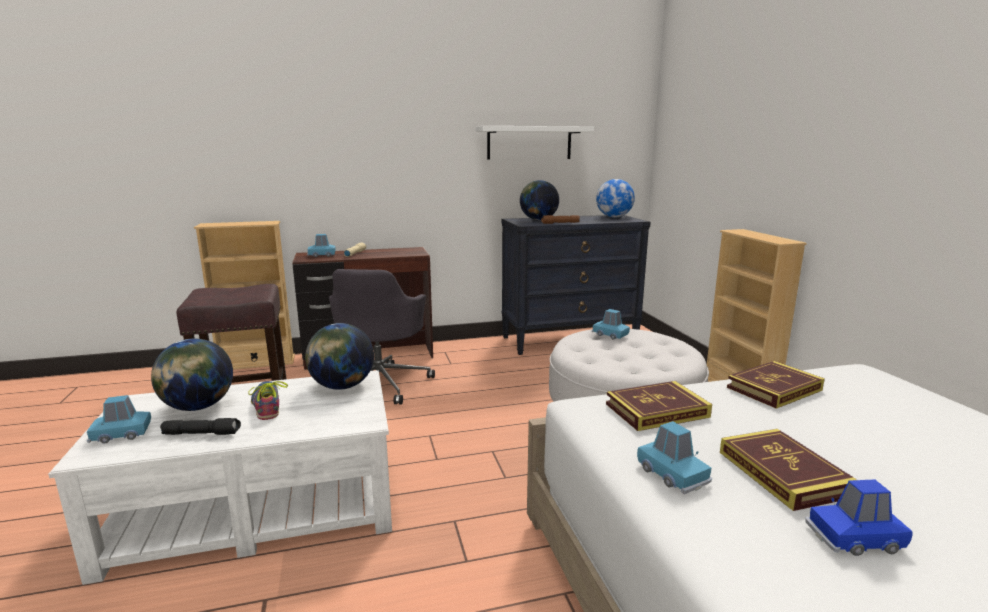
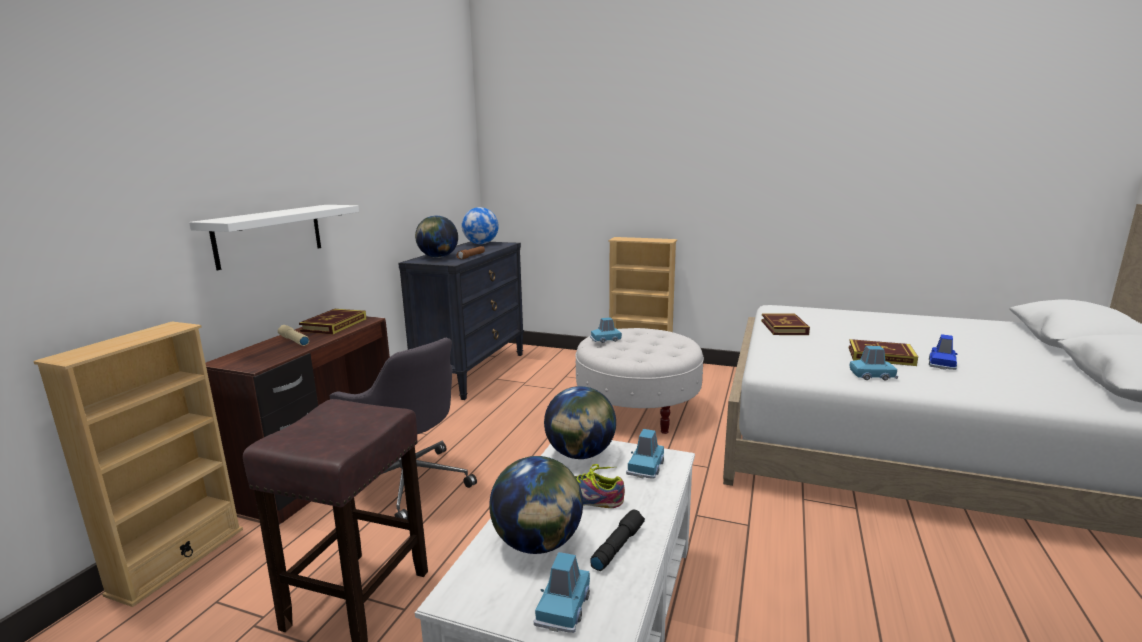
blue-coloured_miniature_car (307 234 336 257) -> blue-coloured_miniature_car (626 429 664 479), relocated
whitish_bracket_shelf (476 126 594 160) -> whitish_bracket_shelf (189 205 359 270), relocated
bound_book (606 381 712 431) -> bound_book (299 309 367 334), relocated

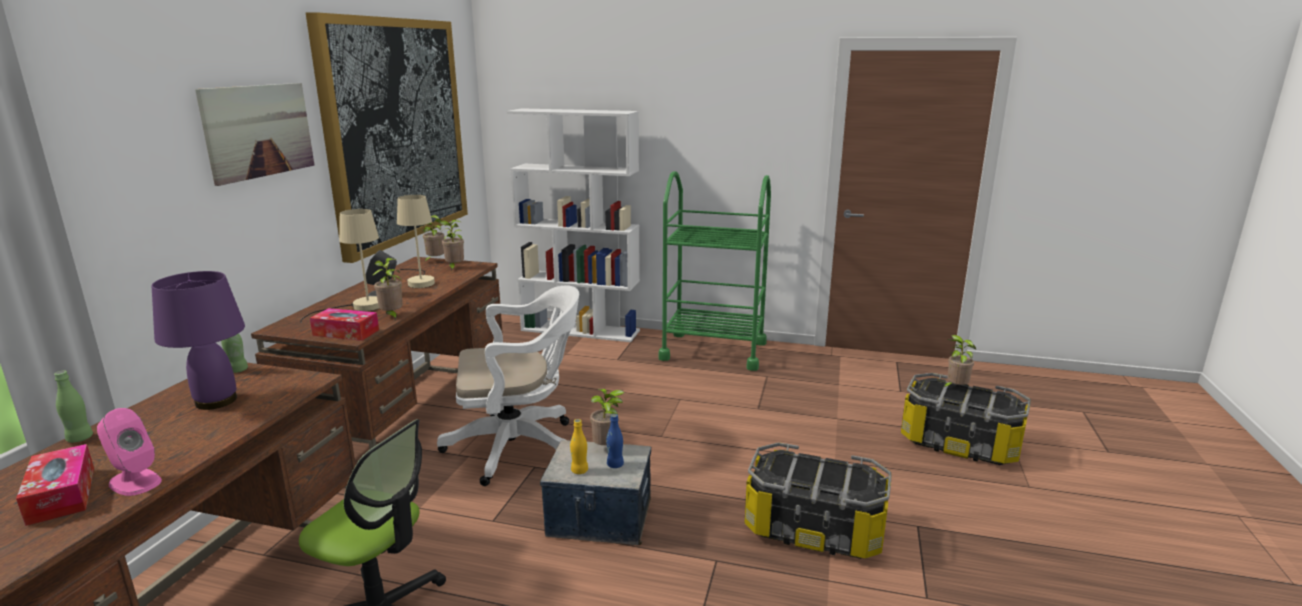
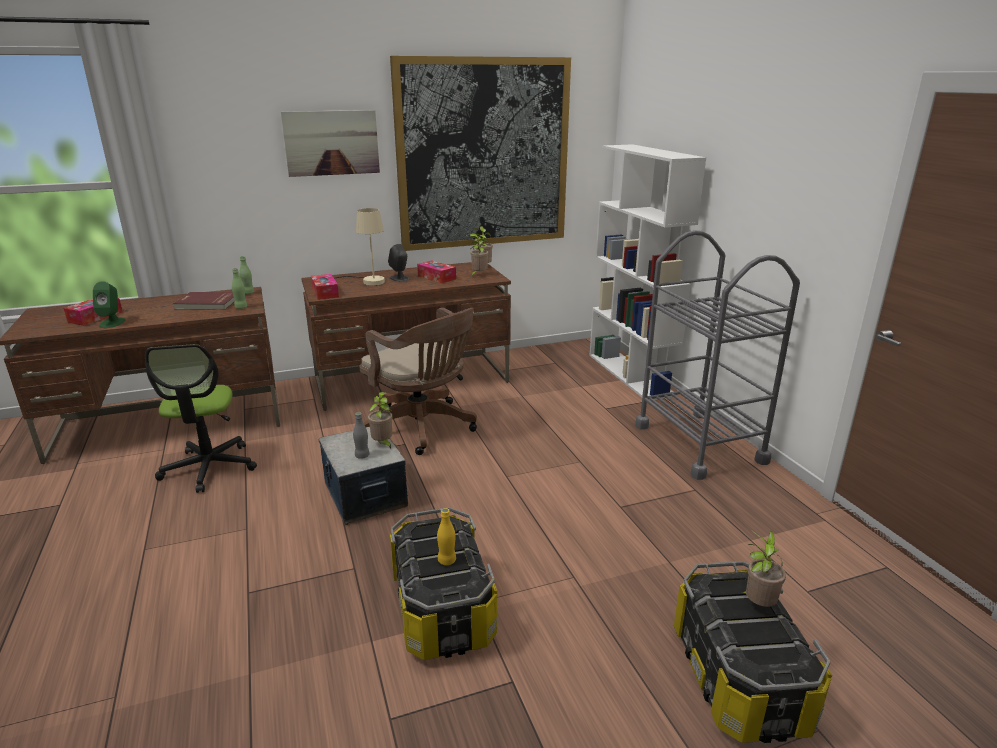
green_bottle (54 371 93 443) -> green_bottle (232 268 248 309), relocated
pinkish_loudspeaker (97 408 162 496) -> green_loudspeaker (93 281 125 328)
purple-coloured_table_lamp (152 271 245 410) -> red-coloured_bound_book (173 292 235 310)
plant_in_a_pot (372 258 403 320) -> none
sand-coloured_table_lamp (397 195 435 288) -> tissue_holder (417 261 456 283)
whitish_desk_chair (437 285 579 486) -> brown_desk_chair (359 308 477 455)
yellowish_bottle (570 419 588 474) -> yellowish_bottle (437 508 456 565), relocated
blue-coloured_bottle (606 414 624 468) -> greyish_bottle (353 412 370 459)
green_wheeled_cart (659 171 771 371) -> greyish_wheeled_cart (635 230 800 480)

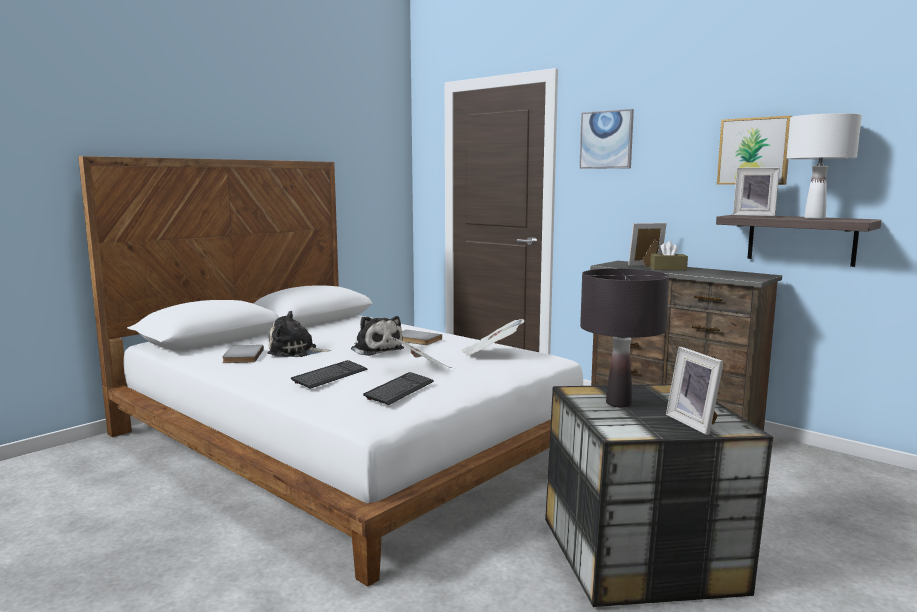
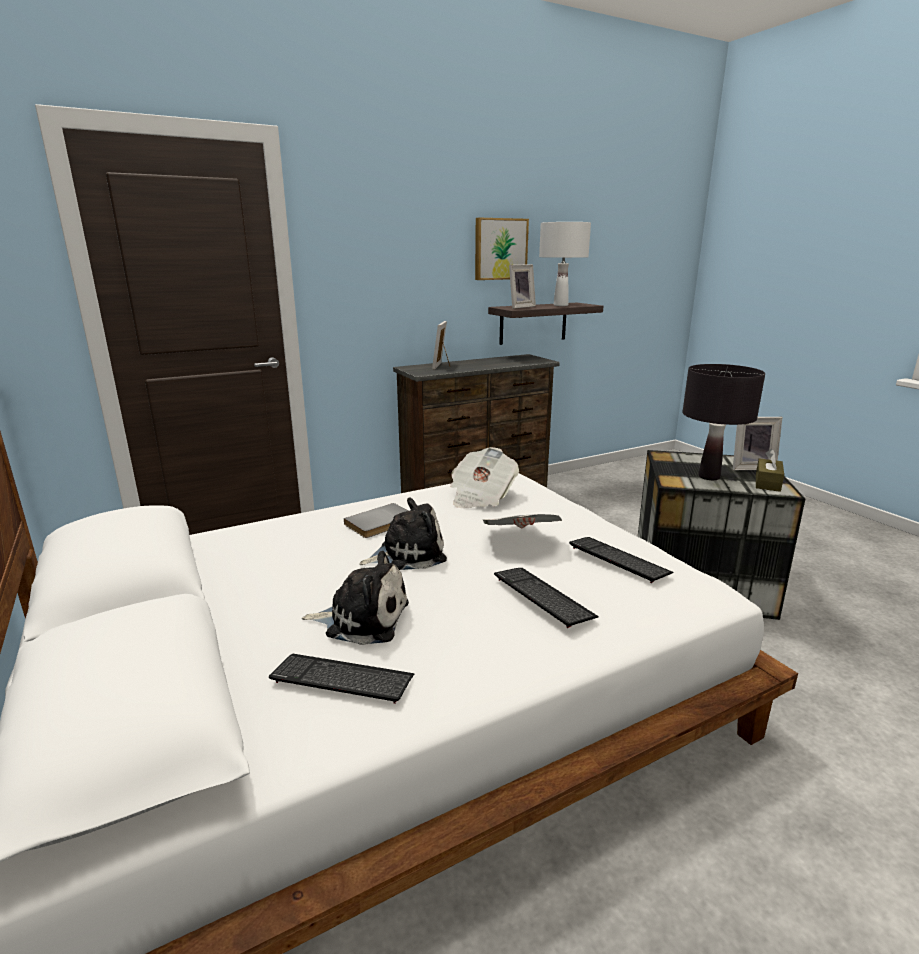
greyish_bound_book (222 345 264 363) -> PC_keyboard (269 654 415 704)
plush_toy (268 311 331 357) -> plush_toy (302 551 409 645), 105 degrees counterclockwise
wall_picture (579 109 634 169) -> none
brown_tissue_holder (650 241 688 270) -> brown_tissue_holder (756 449 784 492), relocated

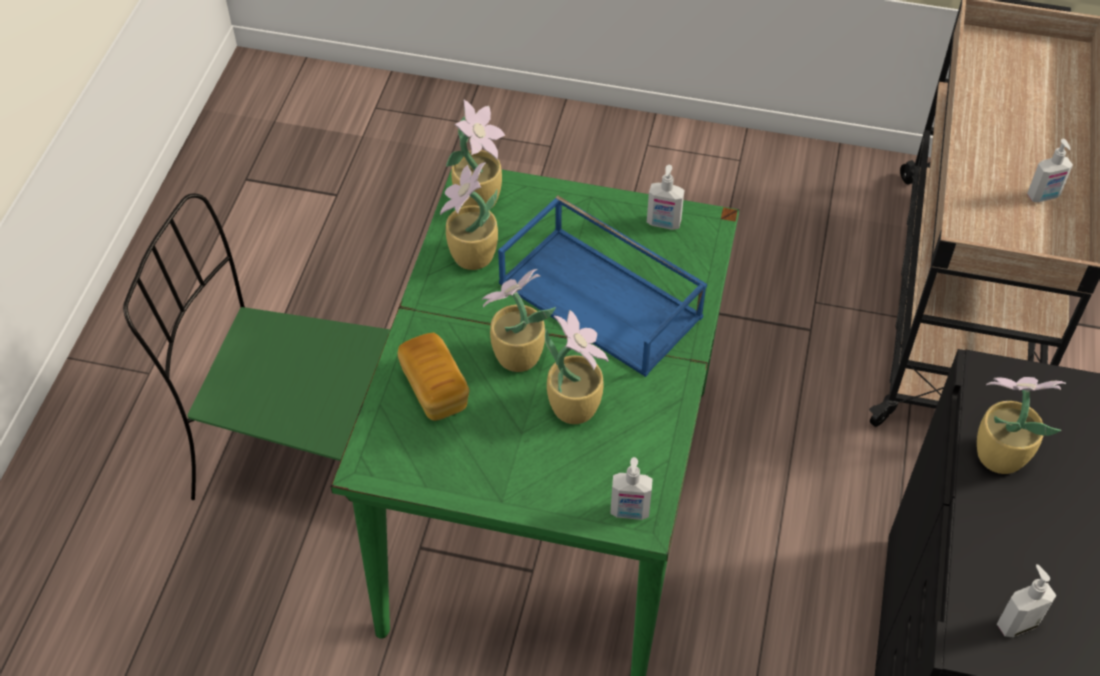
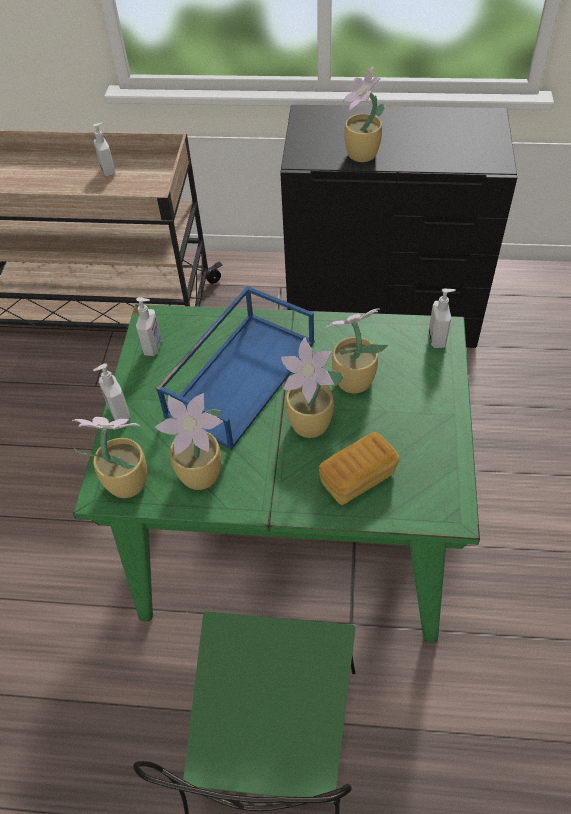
soap_dispenser (997 564 1056 637) -> soap_dispenser (93 363 130 420), relocated

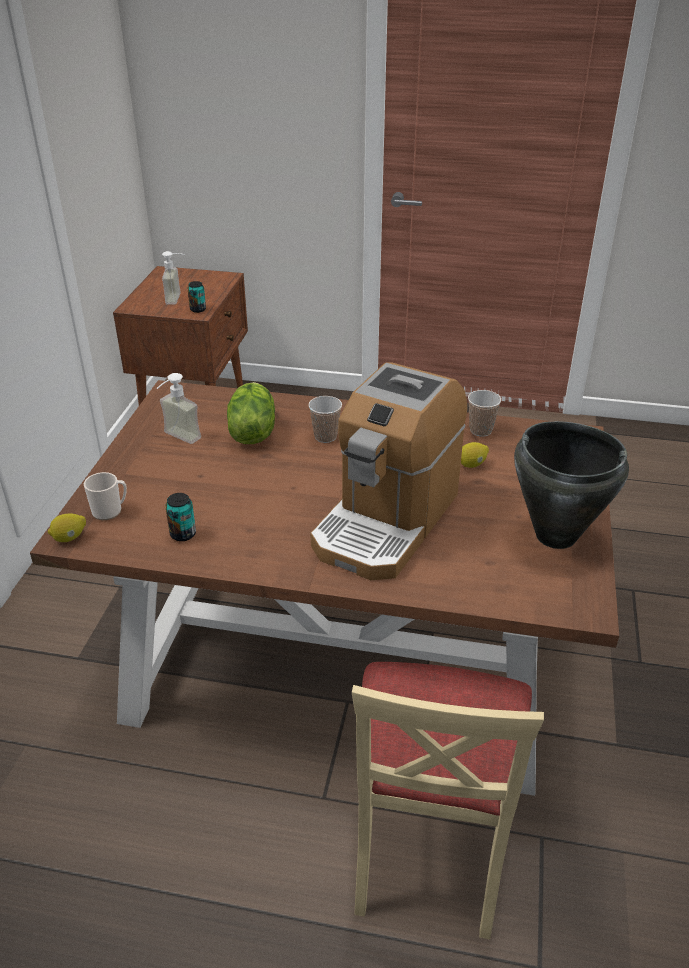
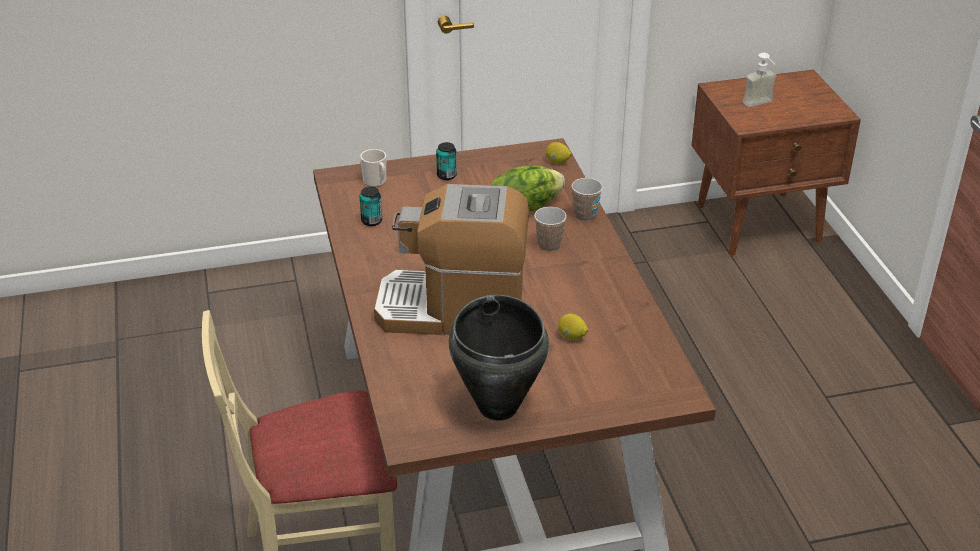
citrus_fruit (48 513 86 542) -> citrus_fruit (546 142 571 163), relocated
soap_dispenser (157 373 201 444) -> none
sealed_can (188 281 206 313) -> sealed_can (436 142 457 180), relocated
small_cup (468 390 501 437) -> small_cup (572 178 603 222), relocated

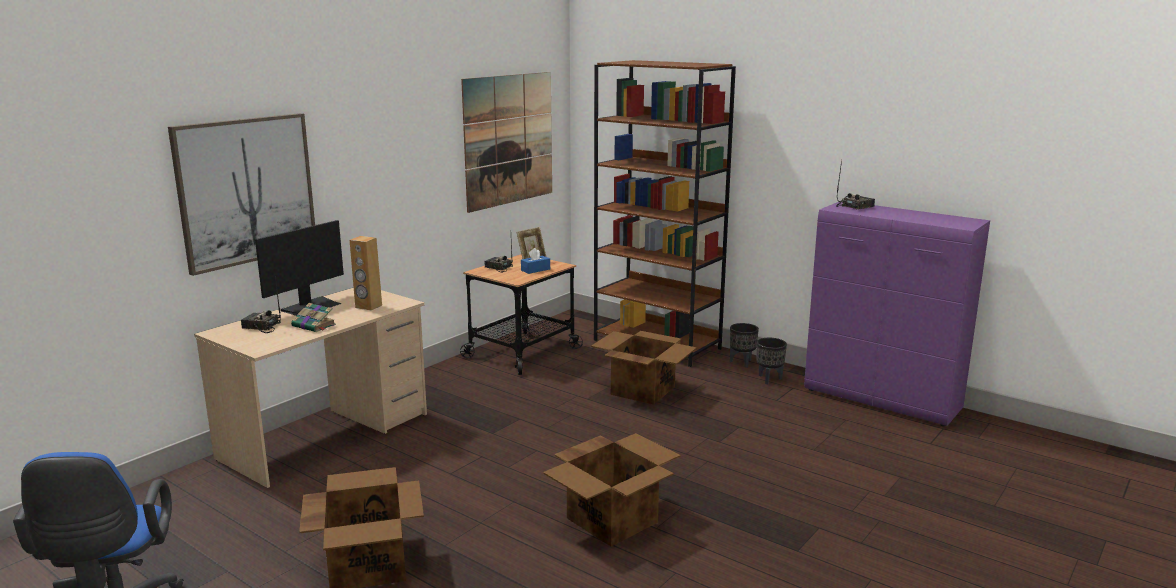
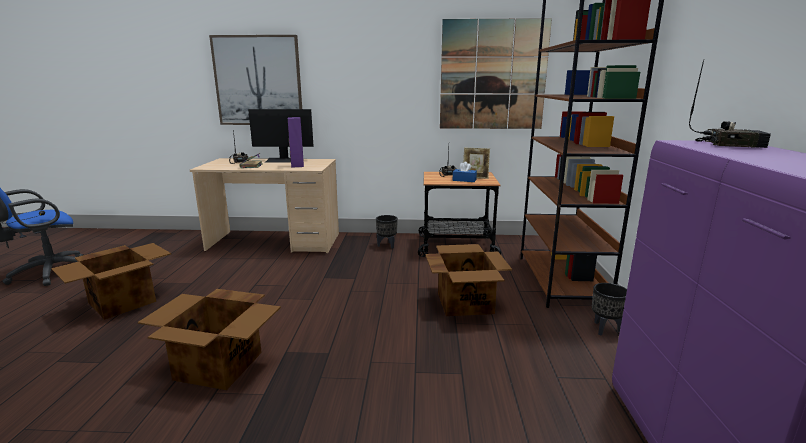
brown_loudspeaker (350 236 382 311) -> purple-coloured_loudspeaker (288 117 304 168)
black-coloured_plant_pot (756 338 787 384) -> black-coloured_plant_pot (376 215 398 249), relocated

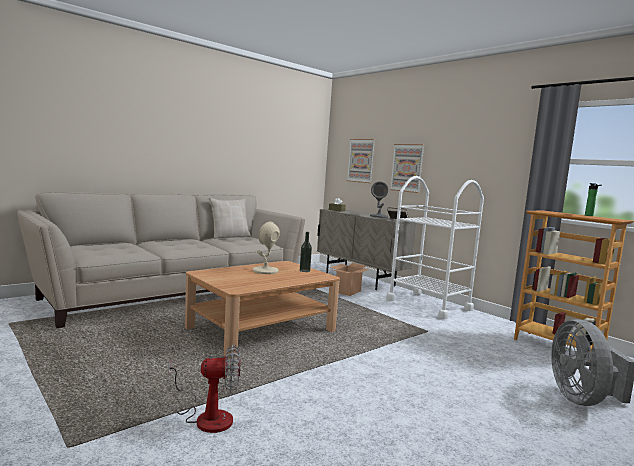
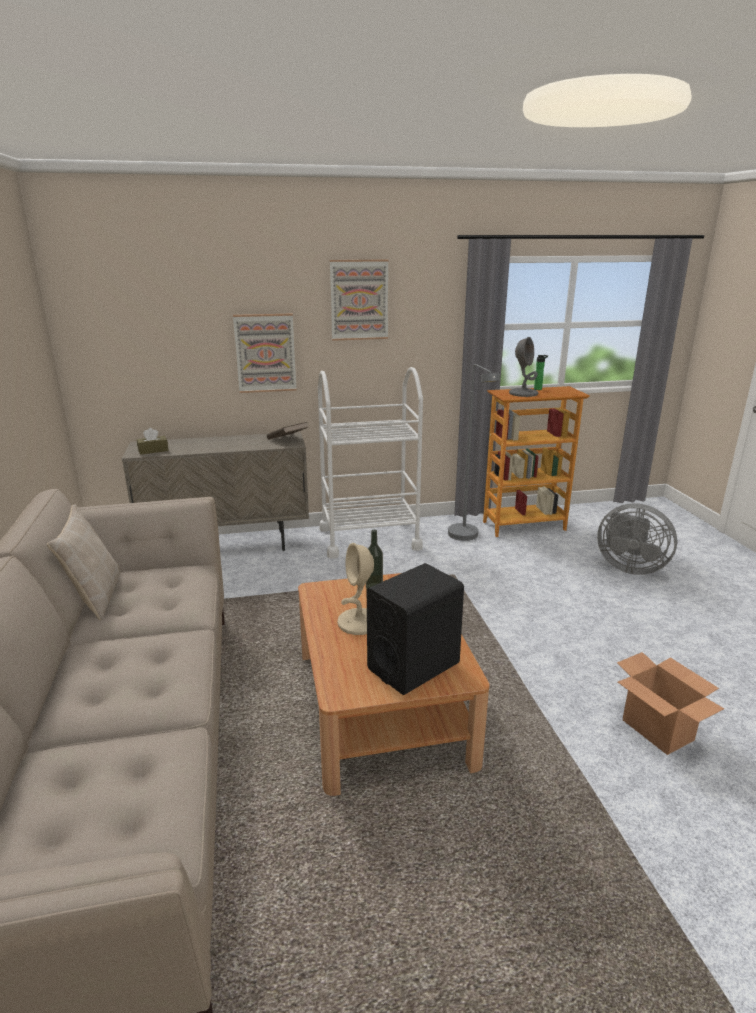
fan (169 345 240 433) -> none
cardboard_box (330 263 369 296) -> cardboard_box (617 652 724 755), relocated
wall_picture (347 139 375 183) -> wall_picture (330 259 389 341), relocated
greyish_table_lamp (370 181 388 218) -> greyish_table_lamp (509 337 538 397), relocated
none -> black-coloured_loudspeaker (367 563 464 695)
none -> greyish_standard_lamp (448 364 500 541)

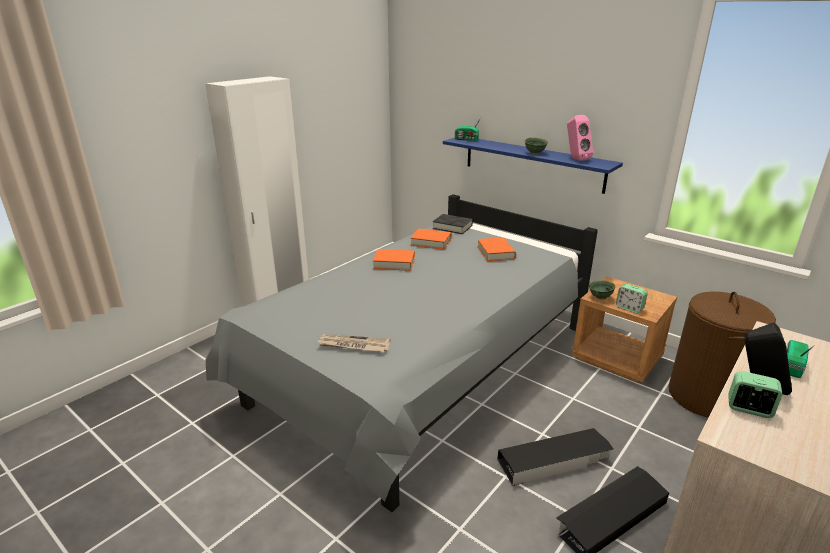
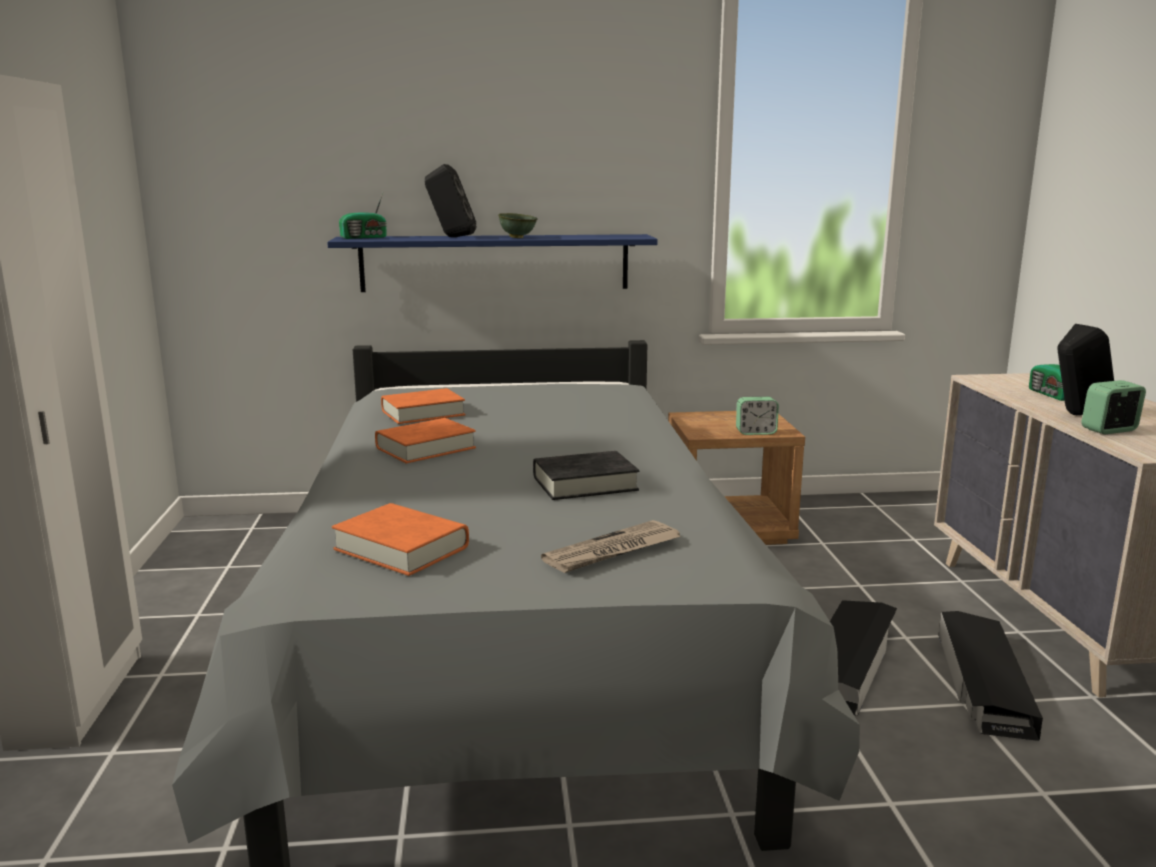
black-coloured_bound_book (433 214 473 234) -> black-coloured_bound_book (533 451 639 500), relocated
orange_bound_book (477 237 516 261) -> orange_bound_book (332 503 469 576), relocated
pinkish_loudspeaker (567 115 593 161) -> none
green_bowl (589 281 615 300) -> none
brown_hamper (669 291 776 417) -> none
none -> black-coloured_loudspeaker (425 164 477 237)

